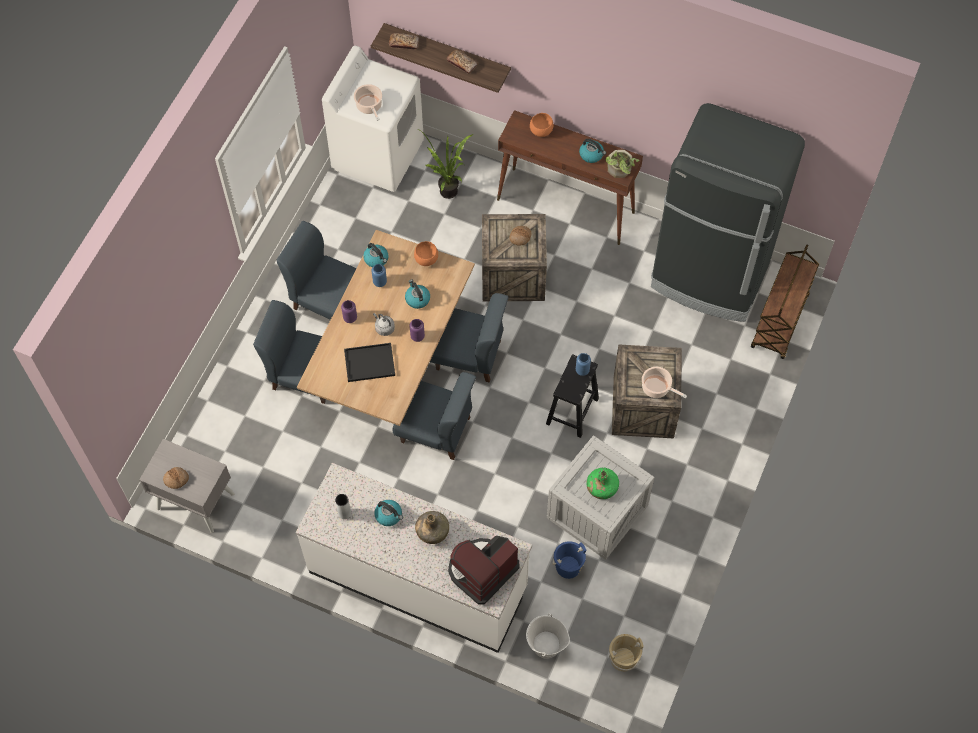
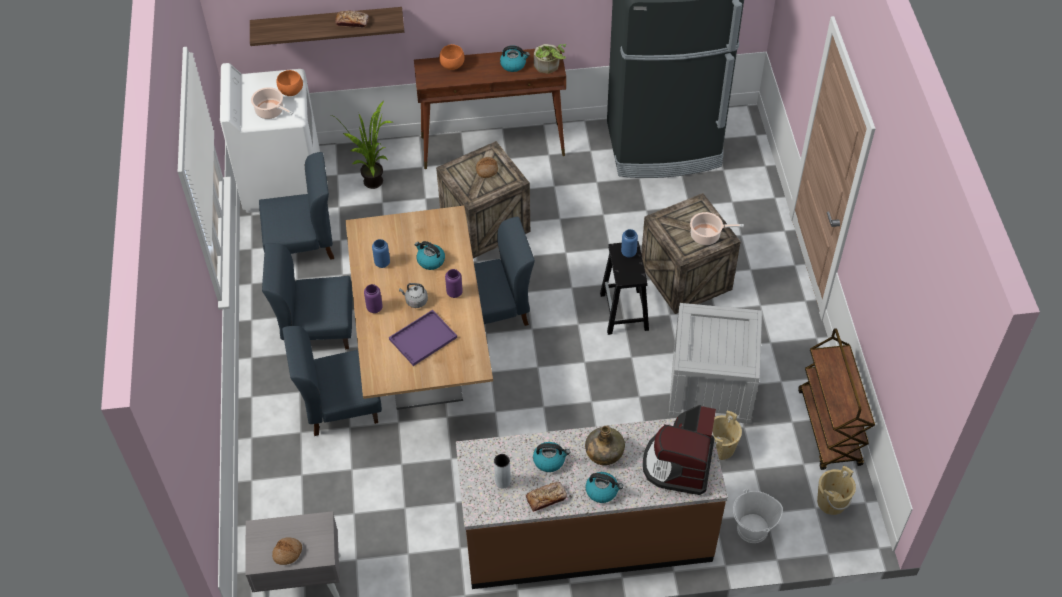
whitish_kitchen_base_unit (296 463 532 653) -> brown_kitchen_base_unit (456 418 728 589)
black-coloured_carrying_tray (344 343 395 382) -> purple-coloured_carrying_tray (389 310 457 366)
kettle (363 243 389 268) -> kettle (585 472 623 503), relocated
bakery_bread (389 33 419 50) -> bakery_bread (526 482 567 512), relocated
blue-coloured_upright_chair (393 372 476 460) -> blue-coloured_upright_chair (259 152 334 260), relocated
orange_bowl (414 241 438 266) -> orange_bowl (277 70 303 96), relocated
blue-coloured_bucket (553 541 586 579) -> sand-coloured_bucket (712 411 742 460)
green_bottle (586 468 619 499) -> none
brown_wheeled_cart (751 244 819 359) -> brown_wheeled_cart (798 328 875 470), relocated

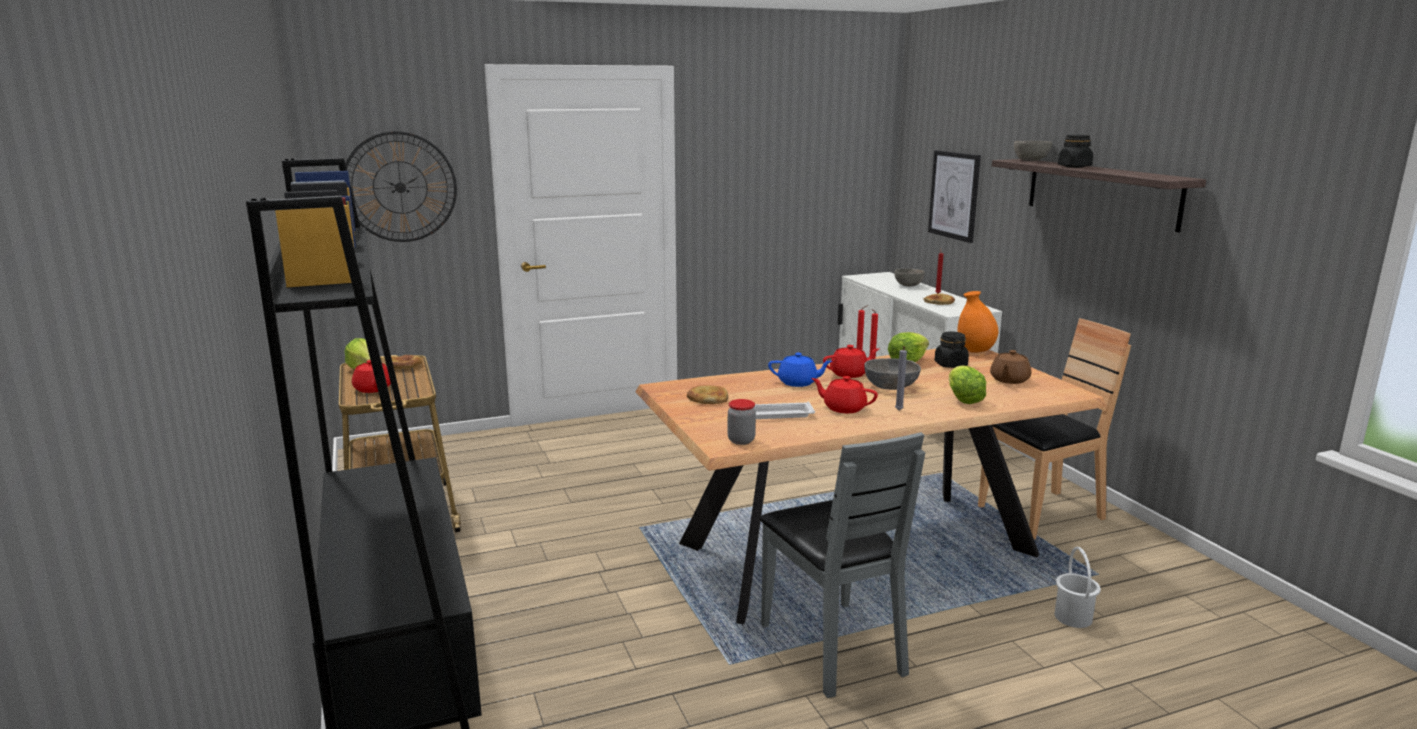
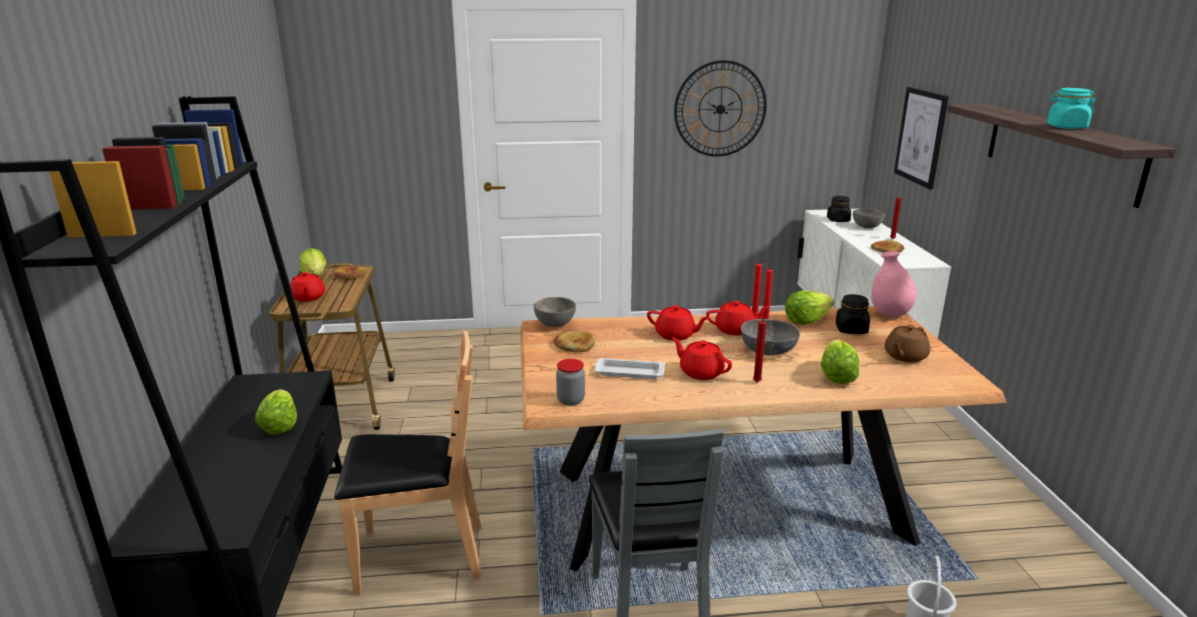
clock_on_the_wall (345 131 457 242) -> clock_on_the_wall (674 60 767 157), relocated
blue-coloured_teapot (768 353 832 387) -> red-coloured_teapot (647 305 709 341)
greyish_candle (895 346 907 411) -> red-coloured_candle (753 318 766 382)
orange_decorative_vase (957 291 998 353) -> pinkish_decorative_vase (871 251 916 317)
brown_upright_chair (978 318 1131 539) -> brown_upright_chair (334 331 482 595), relocated
greyish_bowl (1014 141 1052 161) -> greyish_bowl (534 297 576 327), relocated
black-coloured_jar (1058 135 1093 168) -> black-coloured_jar (827 196 851 222), relocated
none -> head_of_lettuce (255 389 297 435)
none -> turquoise_jar (1047 88 1096 129)

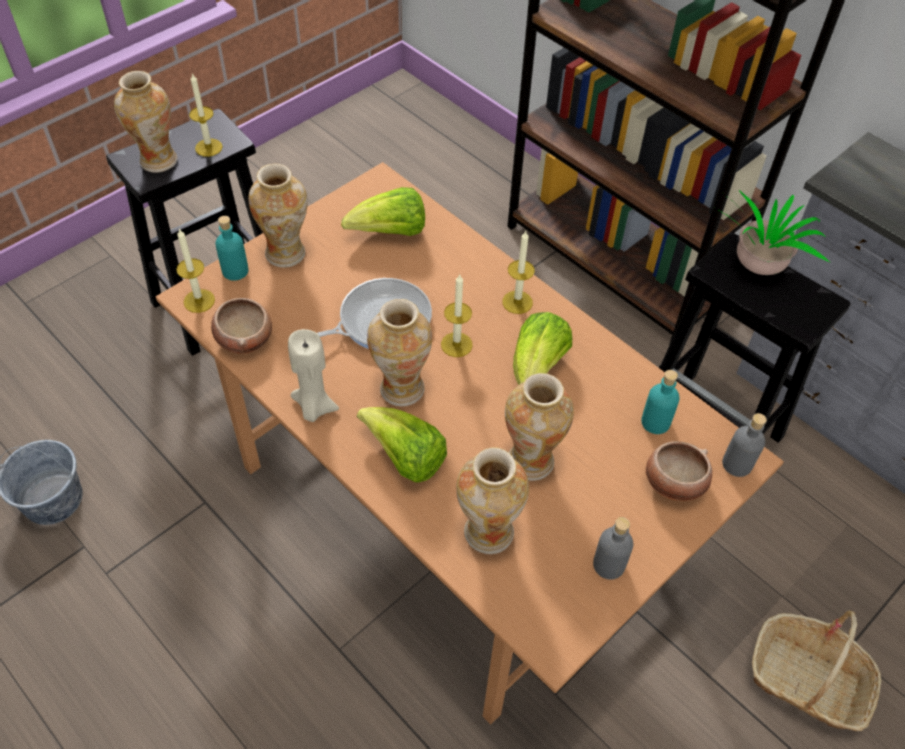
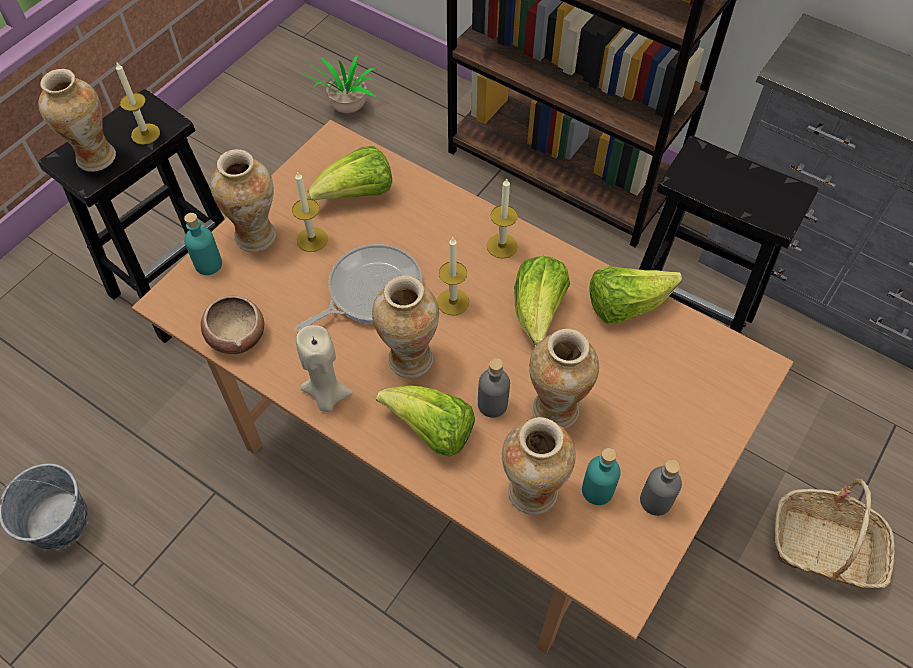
candle (176 228 215 313) -> candle (292 171 328 252), relocated
turquoise_bottle (641 370 679 434) -> turquoise_bottle (582 448 621 505), relocated
bowl (646 441 712 501) -> none
plant_in_a_pot (720 190 830 275) -> plant_in_a_pot (300 55 377 113), relocated
greyish_bottle (722 413 767 477) -> greyish_bottle (478 358 510 418), relocated
none -> head_of_lettuce (589 266 682 323)

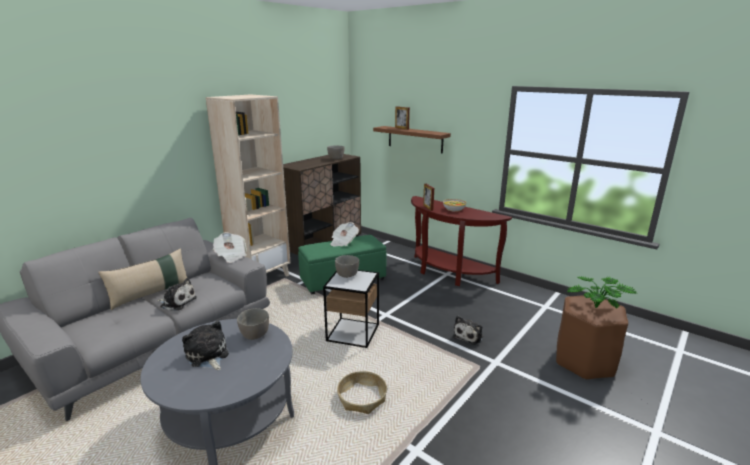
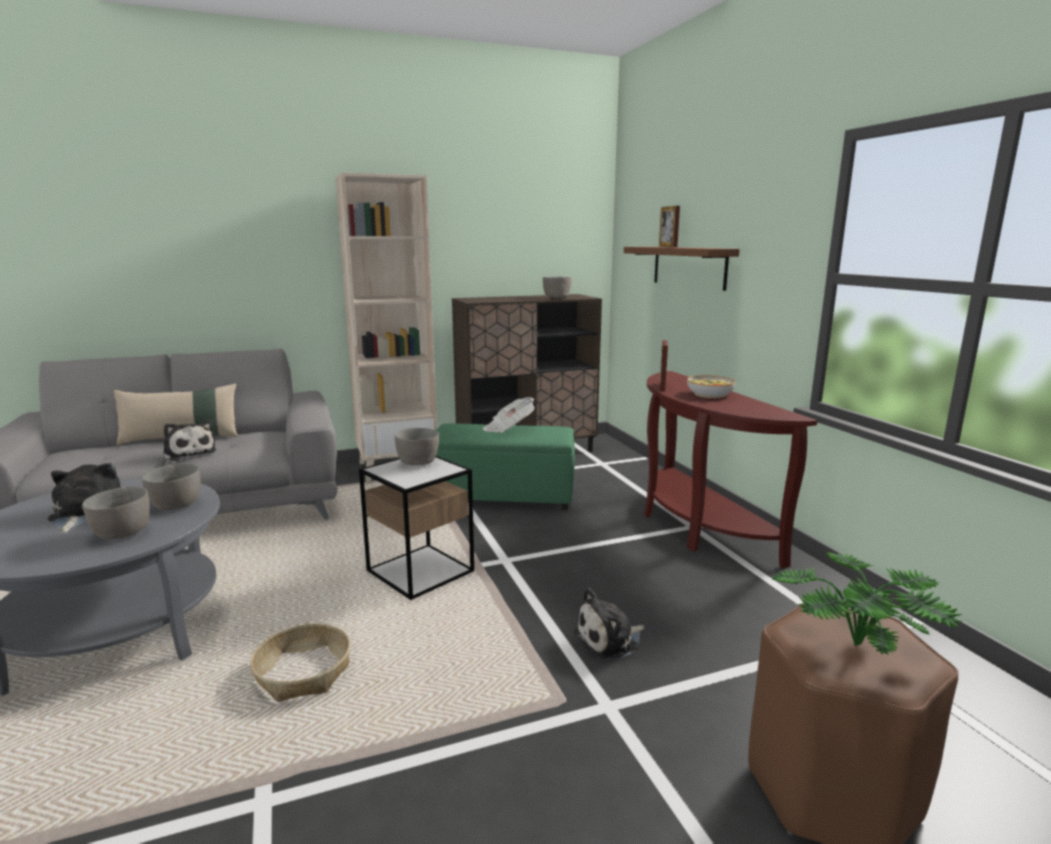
printed_paper (213 232 247 263) -> none
none -> greyish_bowl (82 486 150 539)

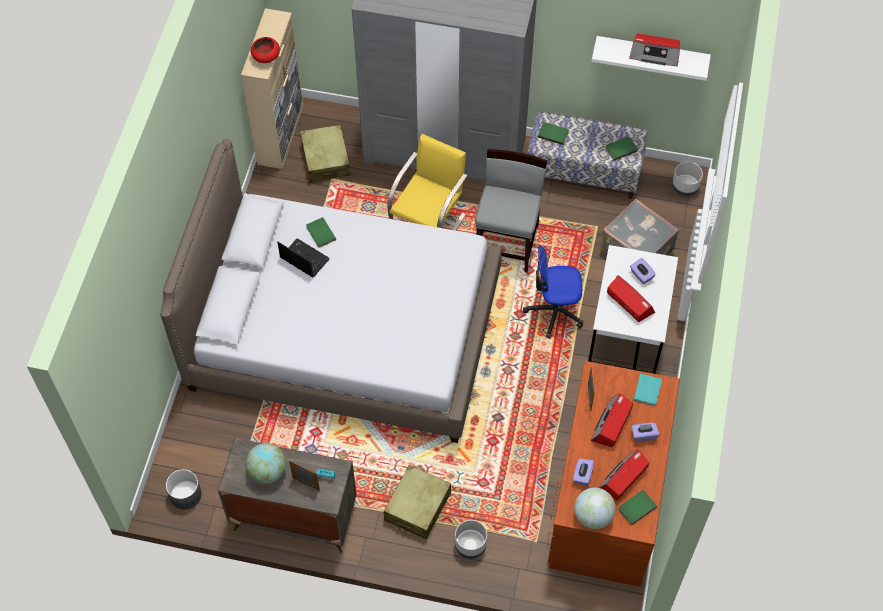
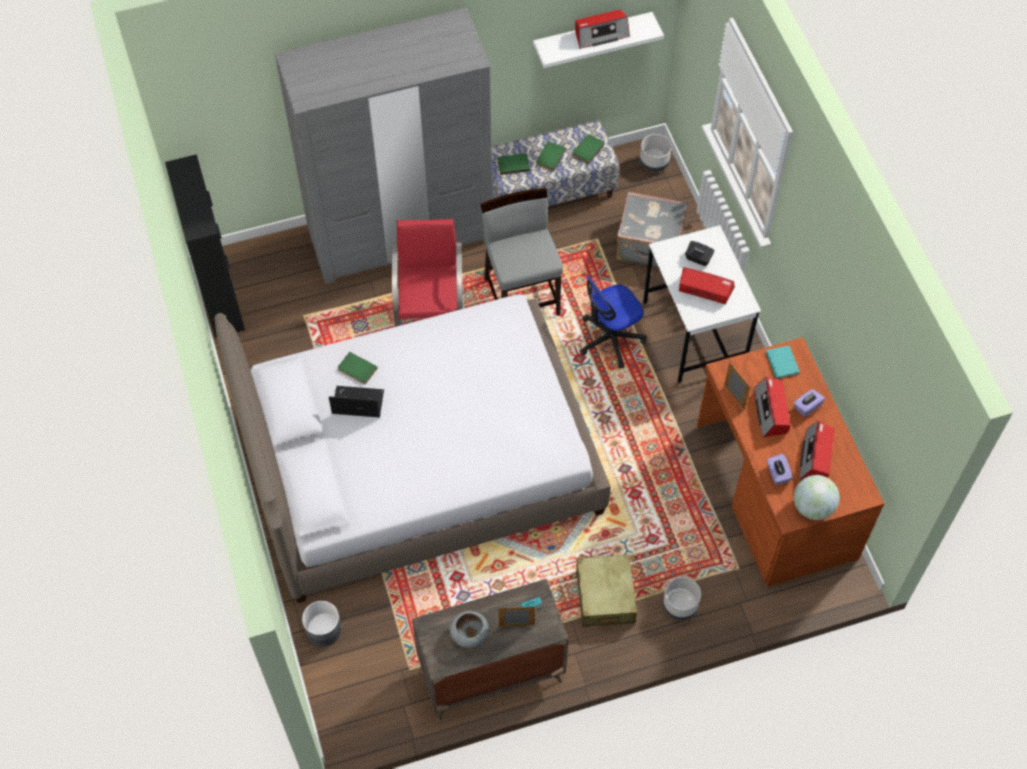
greyish_plant_pot (166 469 202 510) -> greyish_plant_pot (302 601 342 646), relocated
sand-coloured_cabinet (241 8 303 169) -> black-coloured_cabinet (165 154 245 338)
world_globe (245 443 286 484) -> greyish_bowl (450 611 489 648)
red-coloured_bowl (251 37 280 63) -> none
sand-coloured_travel_case (300 125 350 182) -> none
yellowish_upright_chair (387 134 468 231) -> red-coloured_upright_chair (392 219 464 327)
green_bound_book (618 490 657 525) -> green_bound_book (536 141 566 171), relocated
purple-coloured_tissue_holder (630 258 656 284) -> black-coloured_tissue_holder (685 241 714 266)

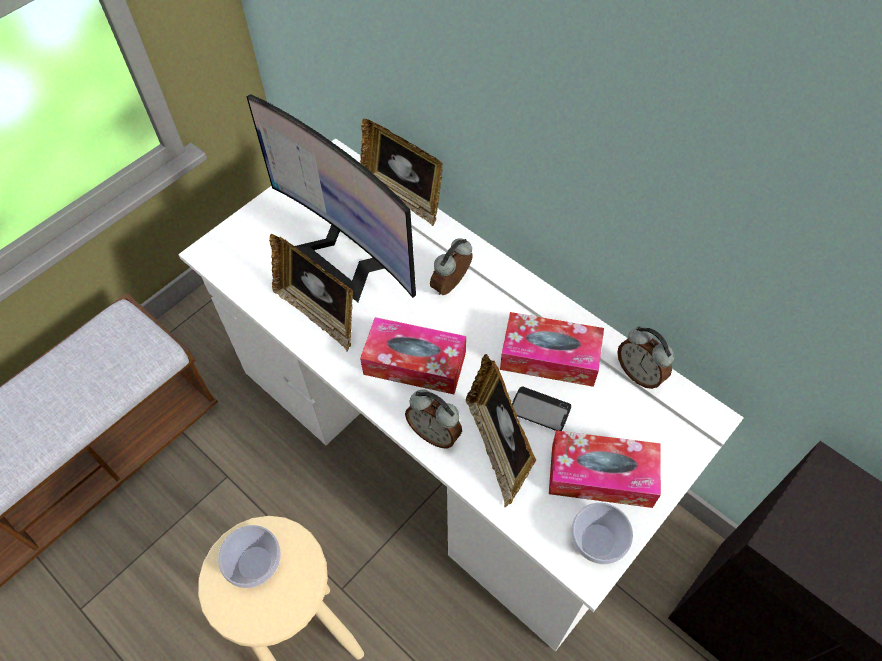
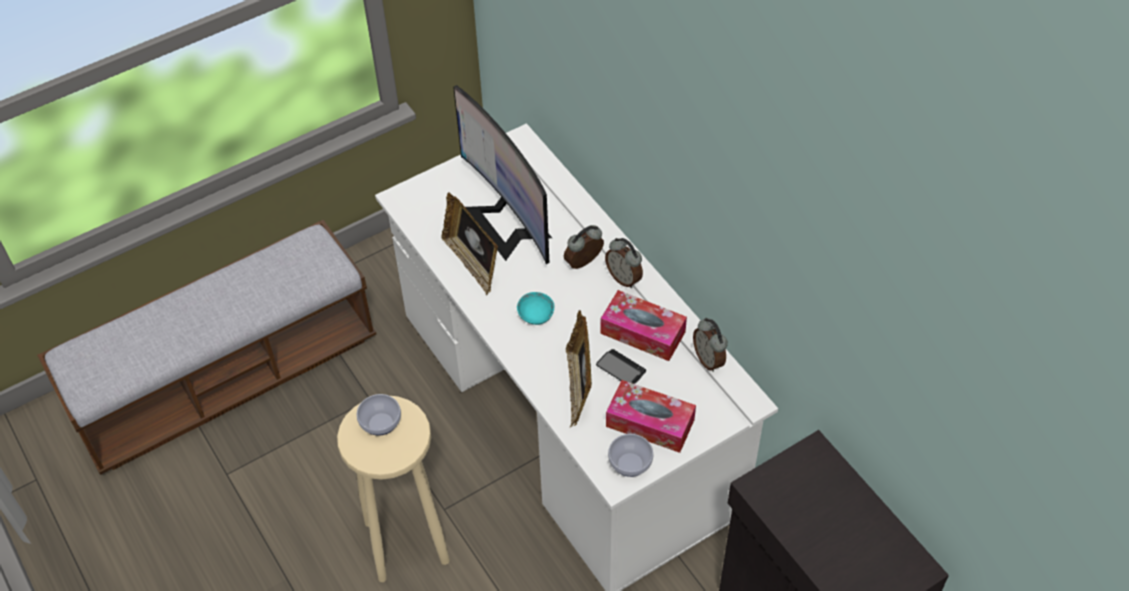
standing_frame (360 119 443 226) -> none
tissue_holder (360 317 466 394) -> turquoise_bowl (517 292 555 325)
alarm_clock (405 390 462 448) -> alarm_clock (605 238 643 288), relocated

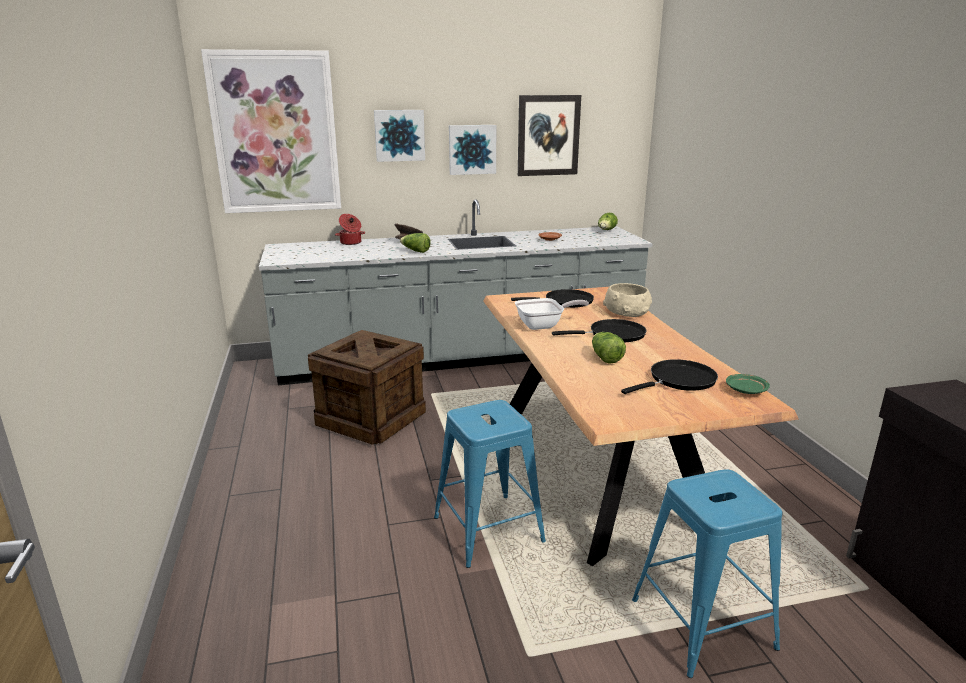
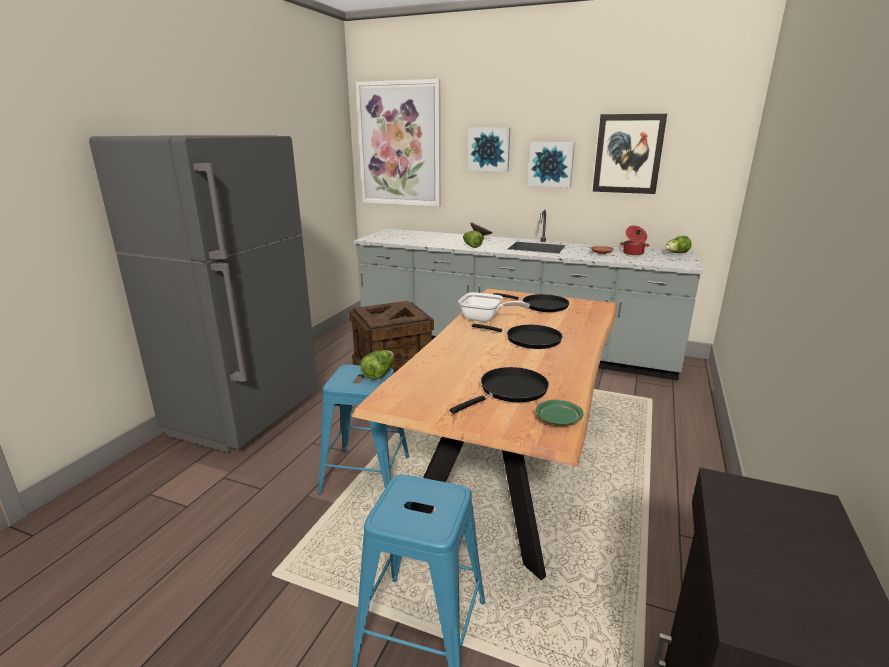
saucepot (335 214 365 245) -> saucepot (620 226 650 255), relocated
head_of_lettuce (592 332 626 364) -> head_of_lettuce (360 350 394 380), relocated
sand-coloured_bowl (603 283 652 317) -> none
black-coloured_skillet (621 359 718 394) -> black-coloured_skillet (450 367 549 414), 45 degrees counterclockwise
none -> greyish_kitchen_fridge (89 135 318 453)

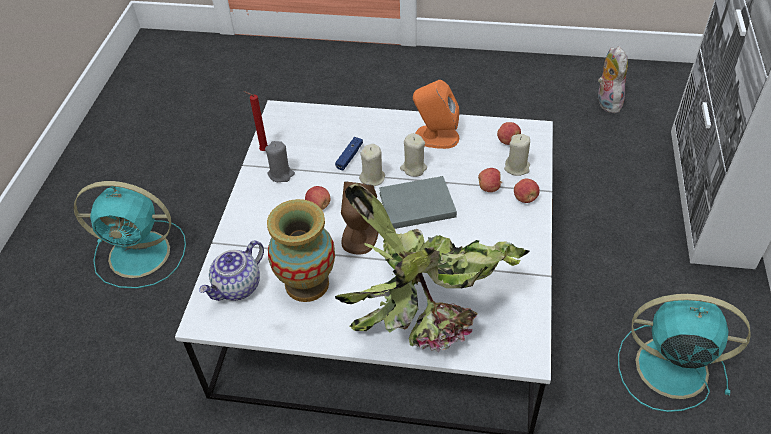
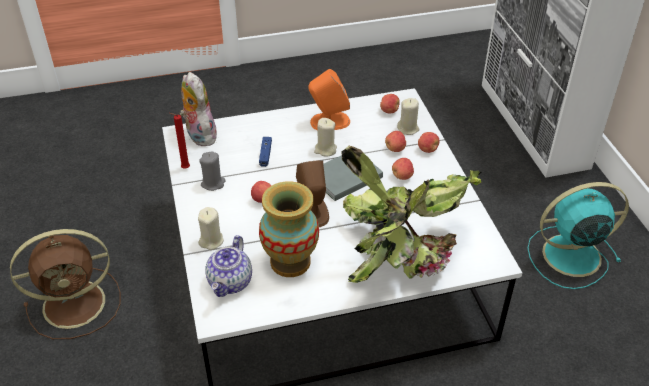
turquoise_fan (74 181 186 288) -> brown_fan (10 229 121 339)
sand-coloured_candle (359 144 385 186) -> sand-coloured_candle (198 207 224 250), relocated
plush_toy (598 46 628 113) -> plush_toy (180 72 217 146), relocated
none -> apple (392 158 414 180)

